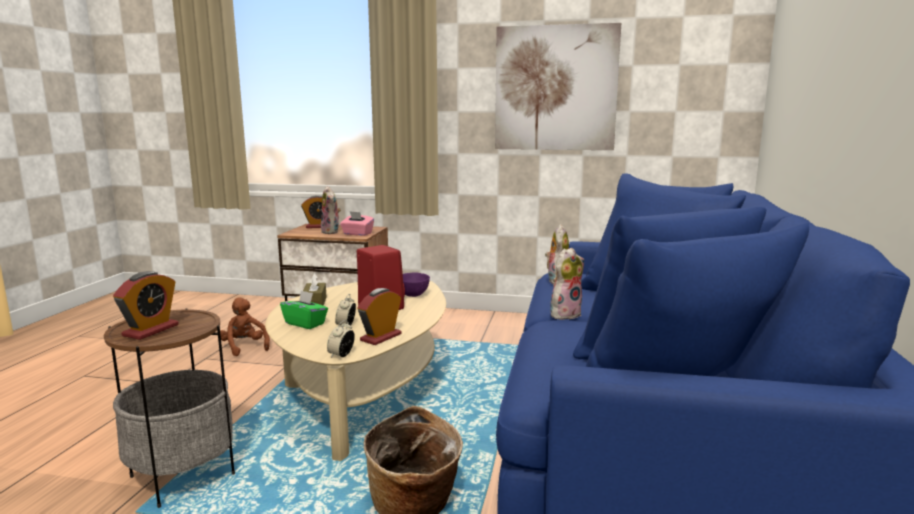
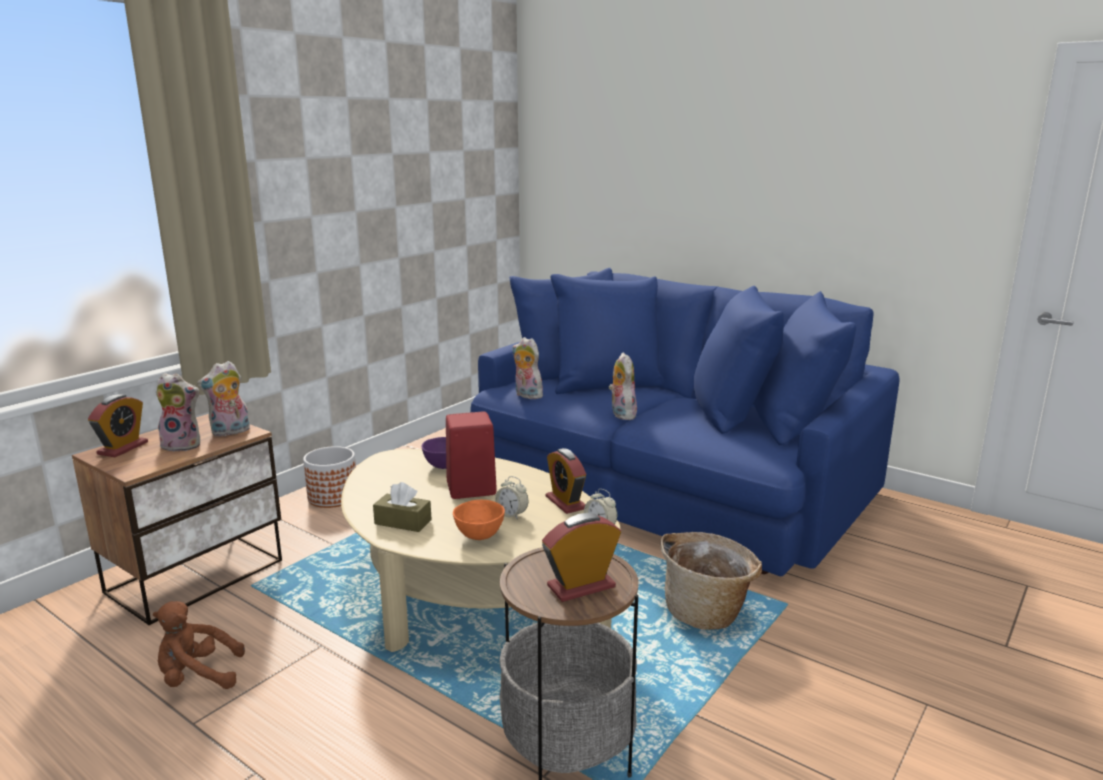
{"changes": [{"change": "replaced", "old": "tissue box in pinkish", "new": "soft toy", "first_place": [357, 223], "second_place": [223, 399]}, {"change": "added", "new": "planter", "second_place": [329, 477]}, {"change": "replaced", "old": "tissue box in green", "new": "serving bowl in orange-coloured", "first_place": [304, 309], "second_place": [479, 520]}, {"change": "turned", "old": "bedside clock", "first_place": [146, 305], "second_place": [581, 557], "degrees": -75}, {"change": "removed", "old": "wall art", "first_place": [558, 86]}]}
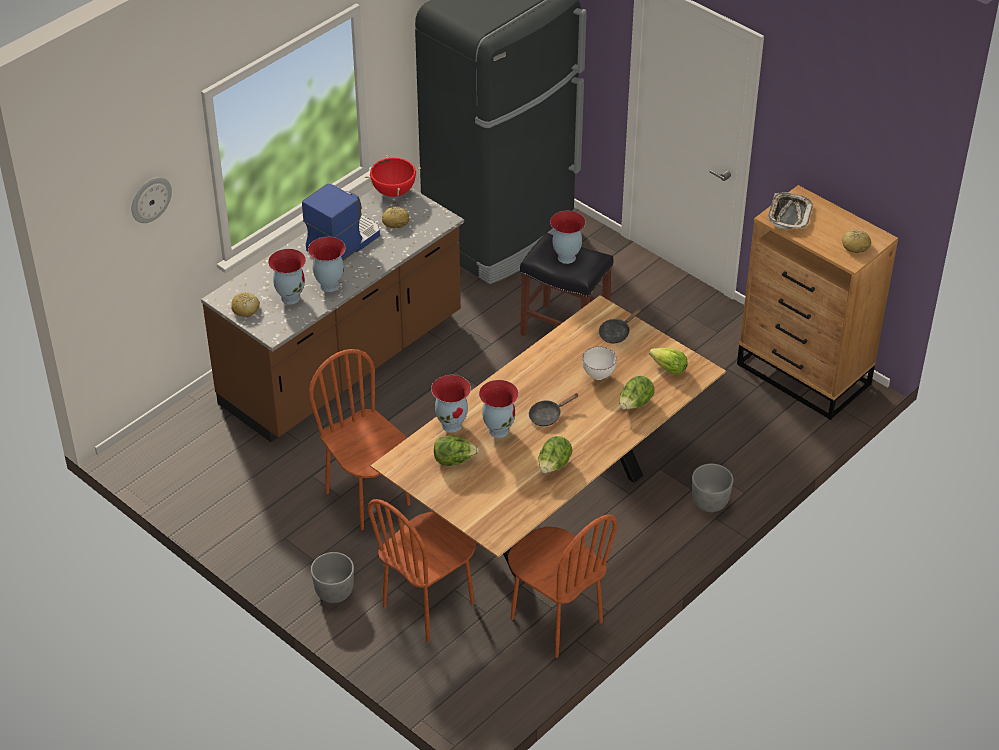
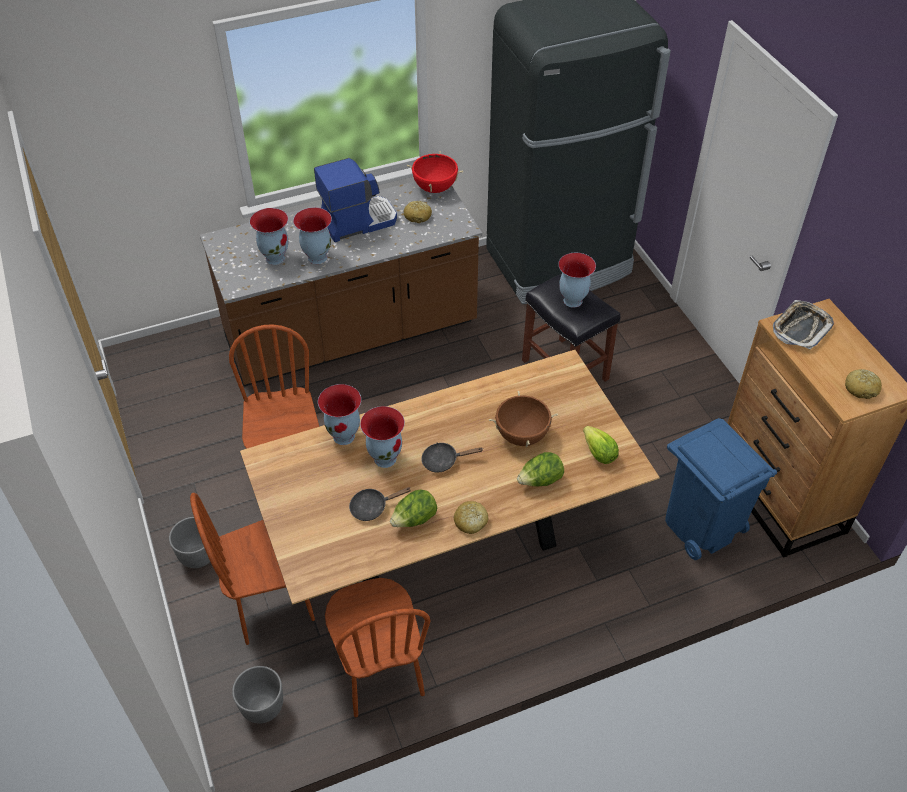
{"changes": [{"change": "moved", "old": "planter in grey", "first_place": [712, 488], "second_place": [257, 695]}, {"change": "moved", "old": "pan in blackish", "first_place": [620, 325], "second_place": [380, 504]}, {"change": "moved", "old": "baked bread", "first_place": [245, 304], "second_place": [471, 517]}, {"change": "replaced", "old": "serving bowl in white-coloured", "new": "saucepot in brown-coloured", "first_place": [599, 363], "second_place": [523, 419]}, {"change": "added", "new": "rubbish bin in blue-coloured", "second_place": [721, 489]}, {"change": "removed", "old": "clock on the wall", "first_place": [151, 200]}, {"change": "removed", "old": "lettuce head", "first_place": [456, 450]}]}
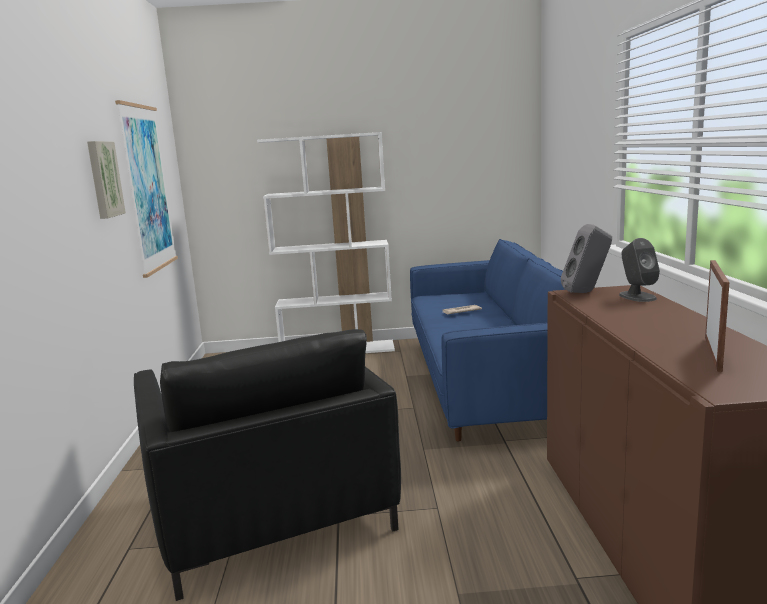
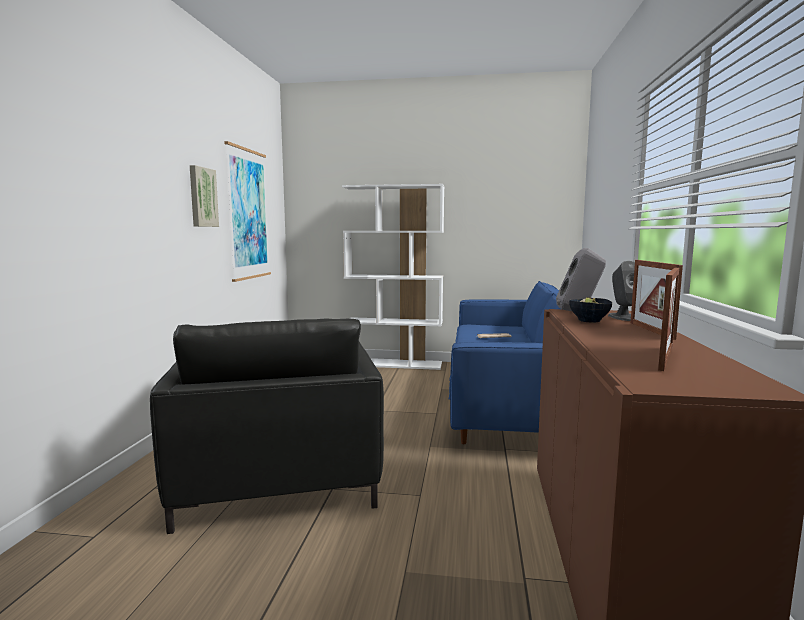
{"changes": [{"change": "added", "new": "serving bowl", "second_place": [590, 310]}, {"change": "added", "new": "standing frame", "second_place": [656, 300]}]}
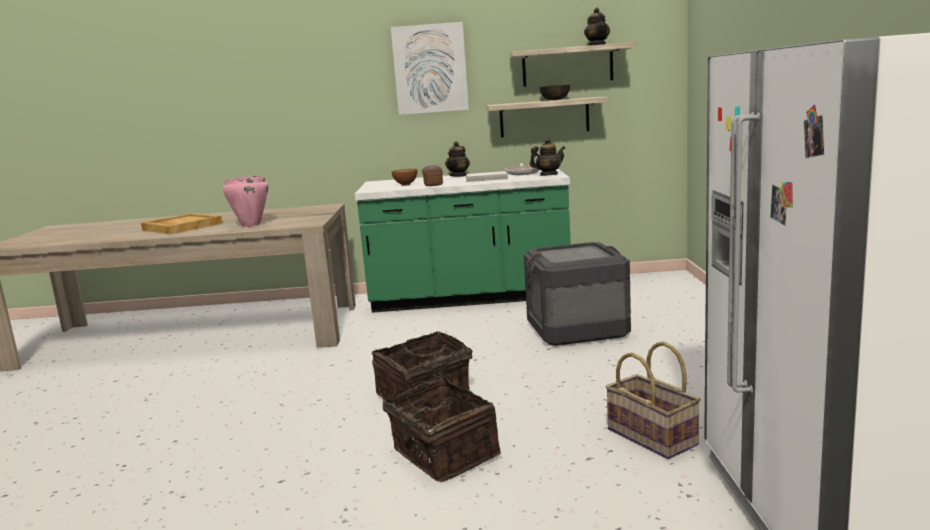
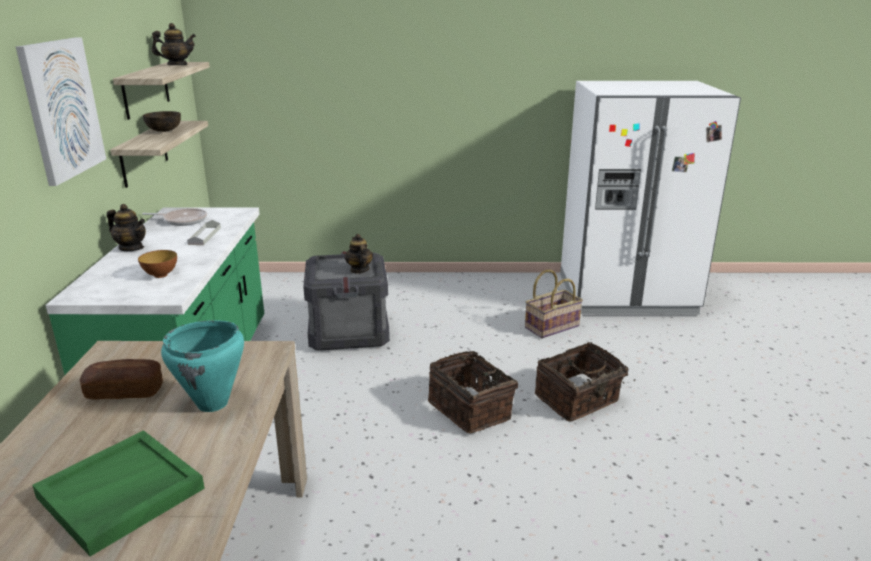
{"changes": [{"change": "recoloured", "old": "tray in sand-coloured", "new": "tray in green", "first_place": [181, 223], "second_place": [118, 493]}, {"change": "moved", "old": "baked bread", "first_place": [432, 175], "second_place": [121, 379]}, {"change": "recoloured", "old": "saucepot in pinkish", "new": "saucepot in turquoise-coloured", "first_place": [245, 201], "second_place": [202, 366]}, {"change": "moved", "old": "tea pot", "first_place": [547, 157], "second_place": [359, 254]}]}
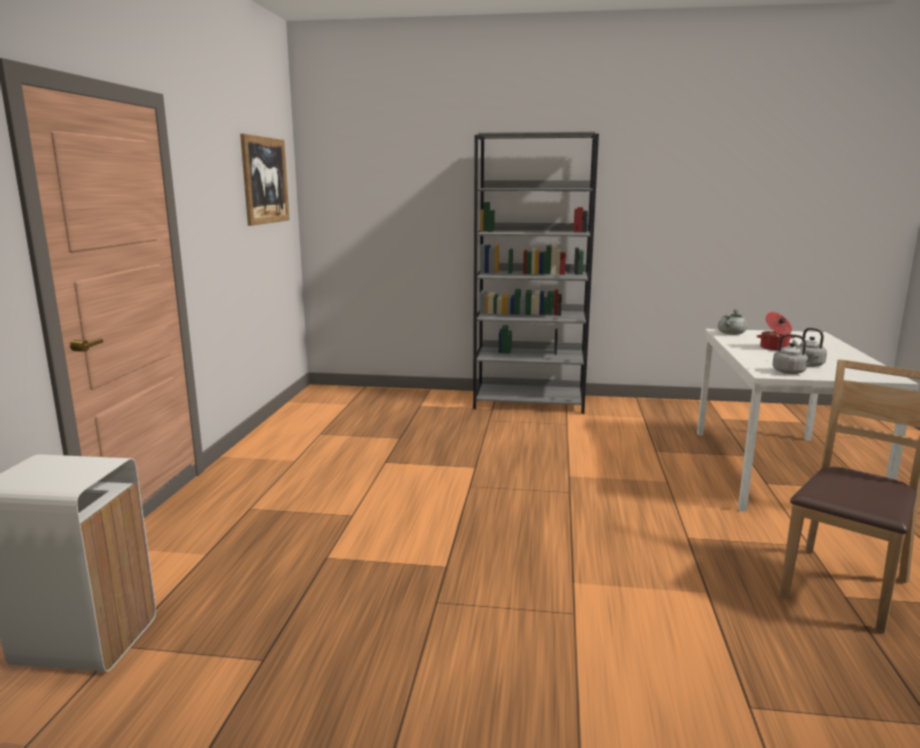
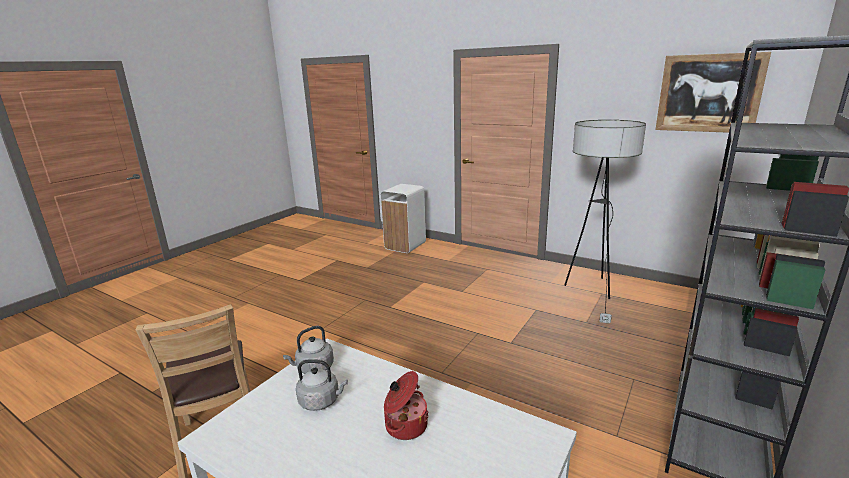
{"changes": [{"change": "added", "new": "standard lamp", "second_place": [605, 221]}, {"change": "removed", "old": "saucepot in grey", "first_place": [732, 322]}]}
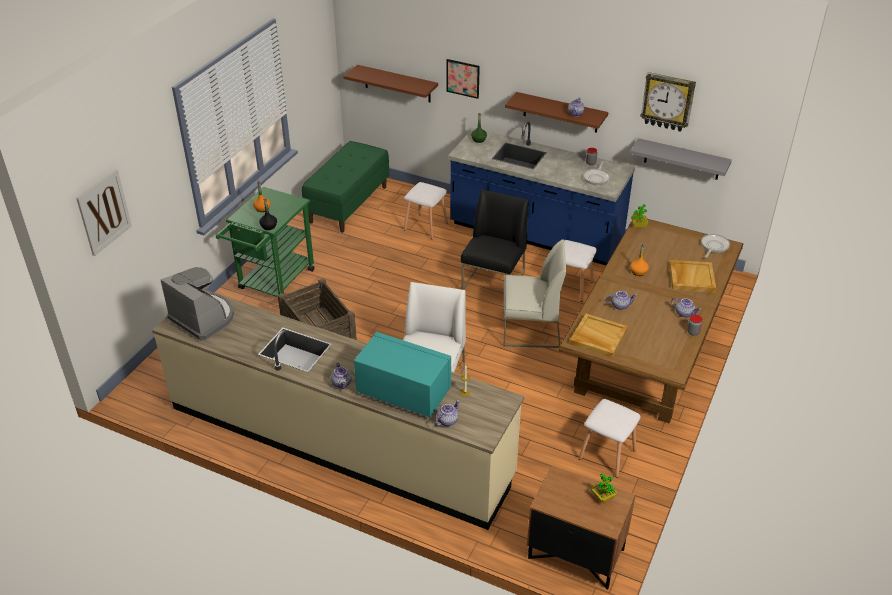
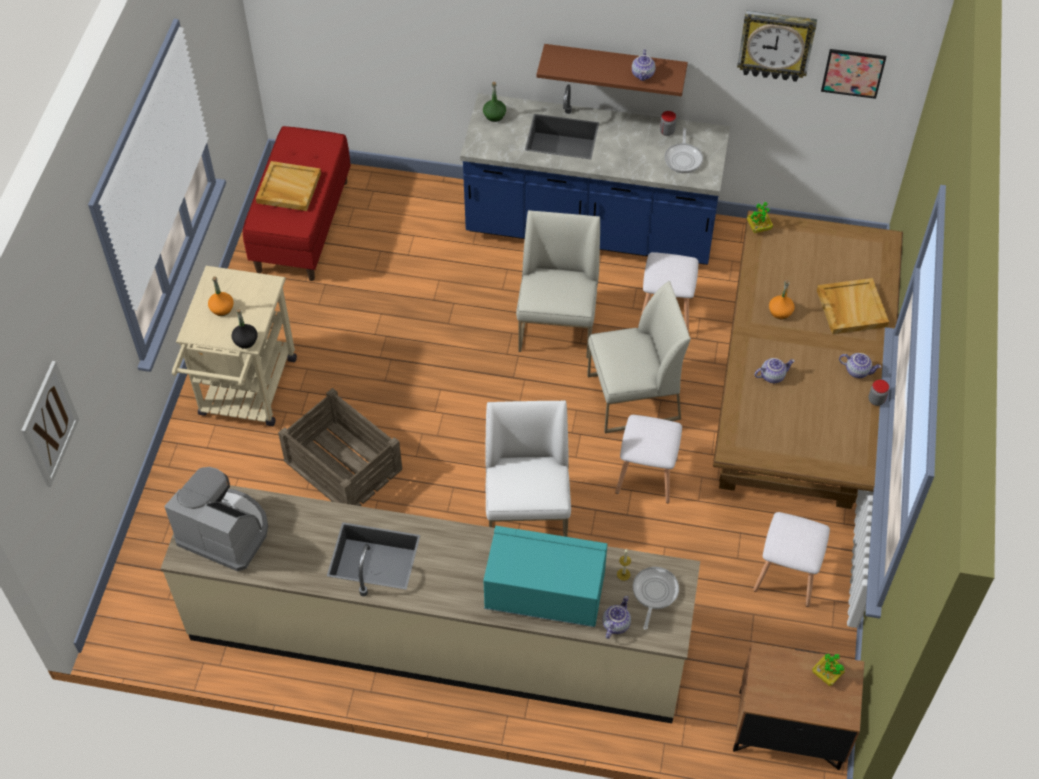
{"changes": [{"change": "recoloured", "old": "trolley in green", "new": "trolley in sand-coloured", "first_place": [265, 242], "second_place": [234, 346]}, {"change": "recoloured", "old": "bench in green", "new": "bench in red-coloured", "first_place": [345, 187], "second_place": [297, 203]}, {"change": "moved", "old": "tray in sand-coloured", "first_place": [599, 335], "second_place": [288, 186]}, {"change": "recoloured", "old": "chair in blackish", "new": "chair in white-coloured", "first_place": [495, 239], "second_place": [558, 284]}, {"change": "moved", "old": "stool in white-coloured", "first_place": [426, 210], "second_place": [648, 459]}, {"change": "moved", "old": "pan", "first_place": [715, 246], "second_place": [656, 598]}, {"change": "moved", "old": "wall art", "first_place": [463, 79], "second_place": [853, 74]}, {"change": "removed", "old": "tea pot", "first_place": [341, 375]}, {"change": "removed", "old": "shelf in brown-coloured", "first_place": [390, 83]}, {"change": "removed", "old": "shelf in grey", "first_place": [681, 159]}]}
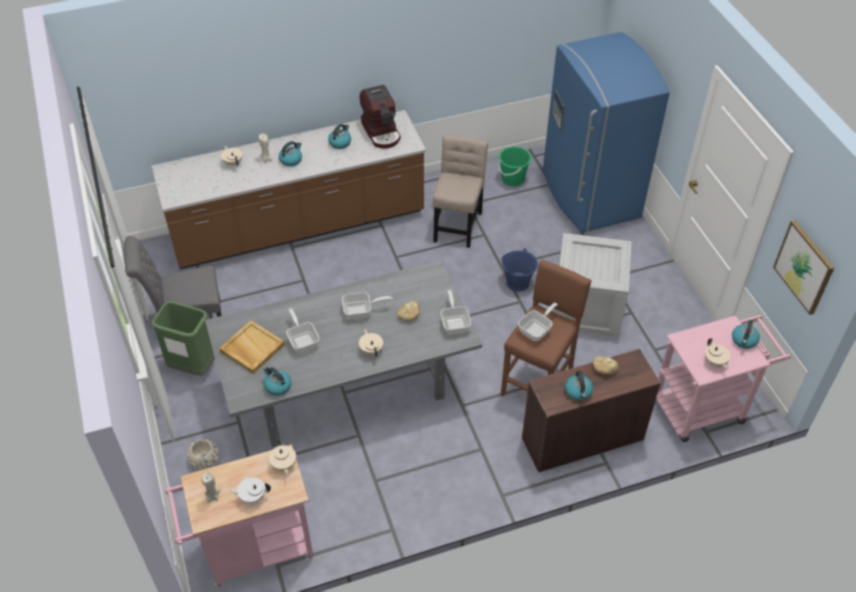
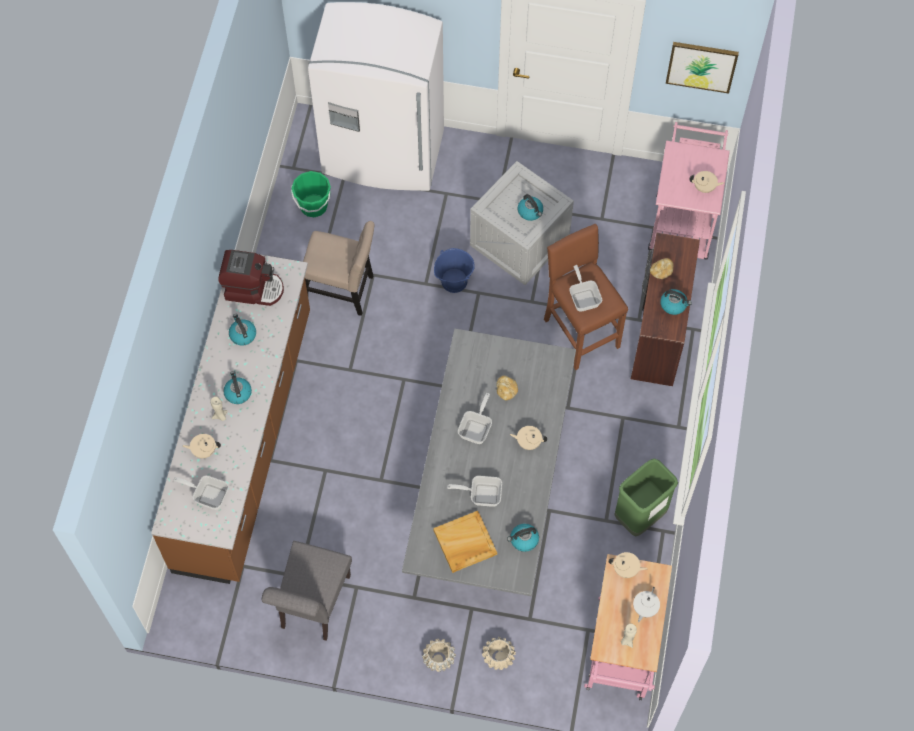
{"changes": [{"change": "moved", "old": "pan", "first_place": [456, 312], "second_place": [201, 493]}, {"change": "turned", "old": "chair in sand-coloured", "first_place": [460, 191], "second_place": [339, 268], "degrees": 150}, {"change": "recoloured", "old": "kitchen fridge in blue-coloured", "new": "kitchen fridge in white-coloured", "first_place": [606, 132], "second_place": [376, 96]}, {"change": "added", "new": "planter in sand-coloured", "second_place": [439, 655]}, {"change": "moved", "old": "kettle", "first_place": [746, 334], "second_place": [530, 207]}, {"change": "moved", "old": "rubbish bin in green", "first_place": [183, 338], "second_place": [646, 497]}]}
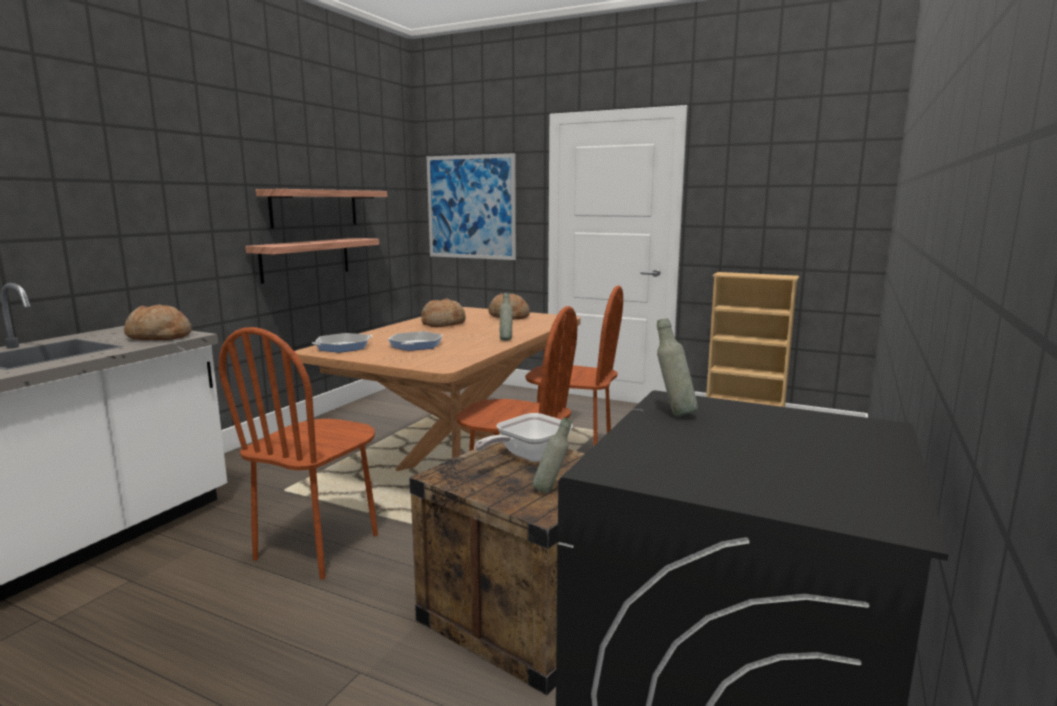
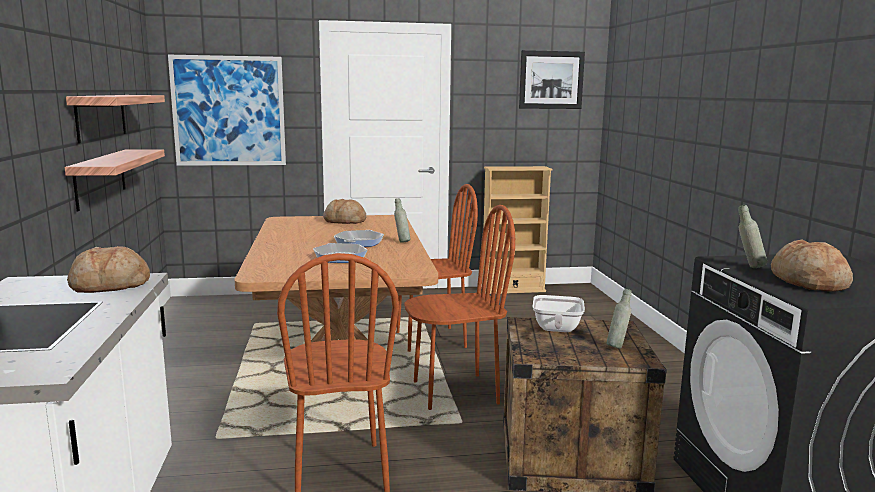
{"changes": [{"change": "moved", "old": "pan", "first_place": [342, 343], "second_place": [359, 238]}, {"change": "added", "new": "wall art", "second_place": [552, 79]}, {"change": "moved", "old": "baked bread", "first_place": [443, 313], "second_place": [812, 265]}]}
